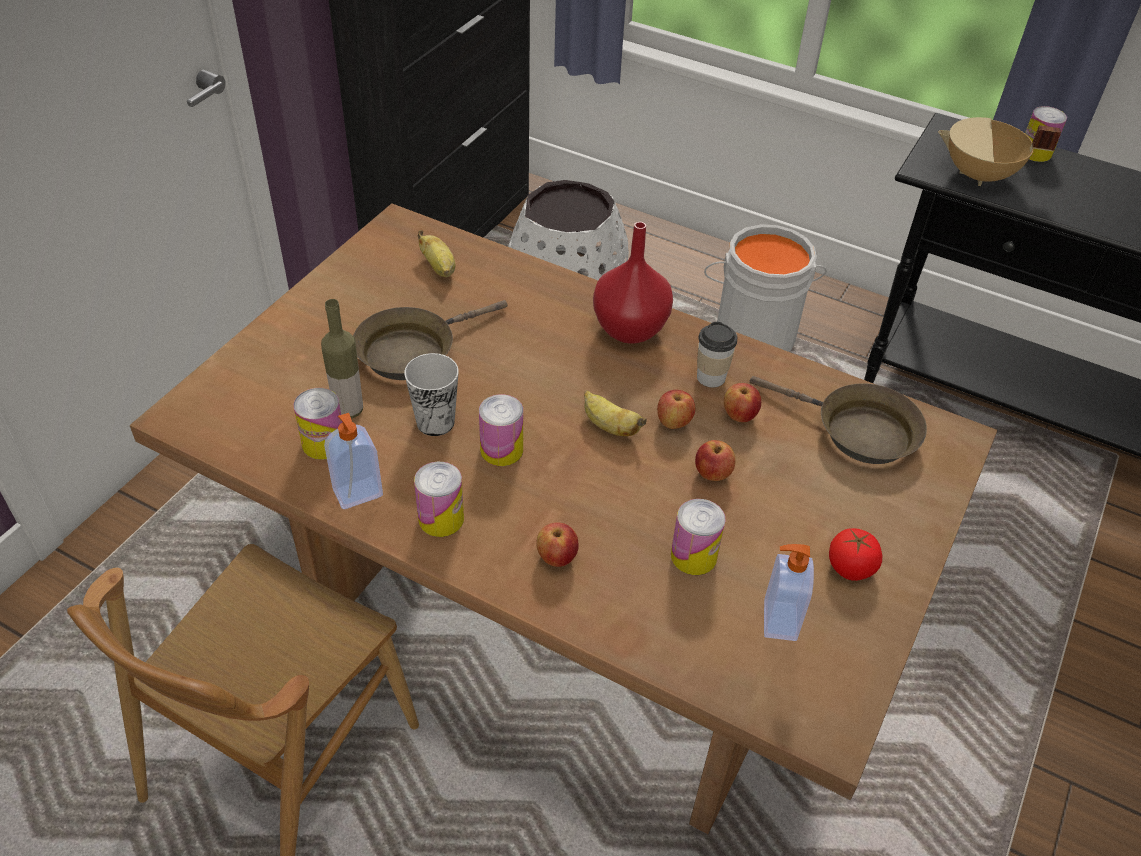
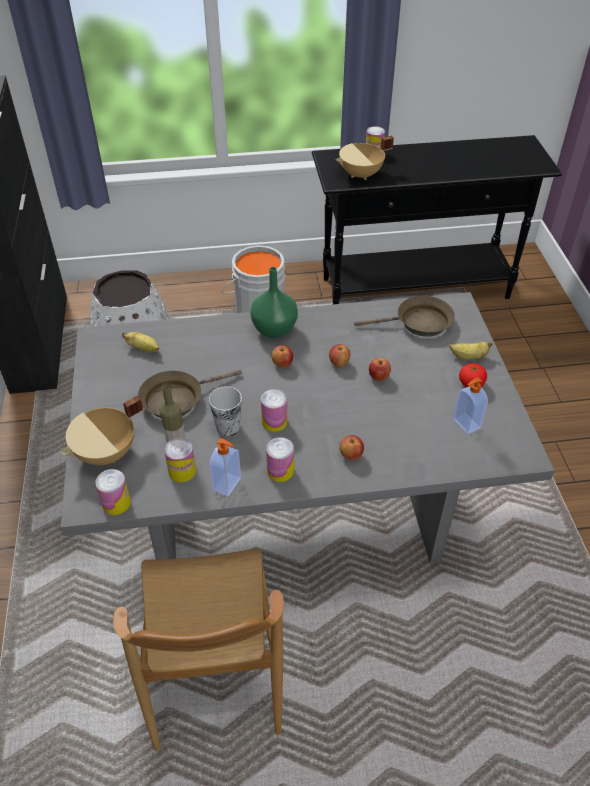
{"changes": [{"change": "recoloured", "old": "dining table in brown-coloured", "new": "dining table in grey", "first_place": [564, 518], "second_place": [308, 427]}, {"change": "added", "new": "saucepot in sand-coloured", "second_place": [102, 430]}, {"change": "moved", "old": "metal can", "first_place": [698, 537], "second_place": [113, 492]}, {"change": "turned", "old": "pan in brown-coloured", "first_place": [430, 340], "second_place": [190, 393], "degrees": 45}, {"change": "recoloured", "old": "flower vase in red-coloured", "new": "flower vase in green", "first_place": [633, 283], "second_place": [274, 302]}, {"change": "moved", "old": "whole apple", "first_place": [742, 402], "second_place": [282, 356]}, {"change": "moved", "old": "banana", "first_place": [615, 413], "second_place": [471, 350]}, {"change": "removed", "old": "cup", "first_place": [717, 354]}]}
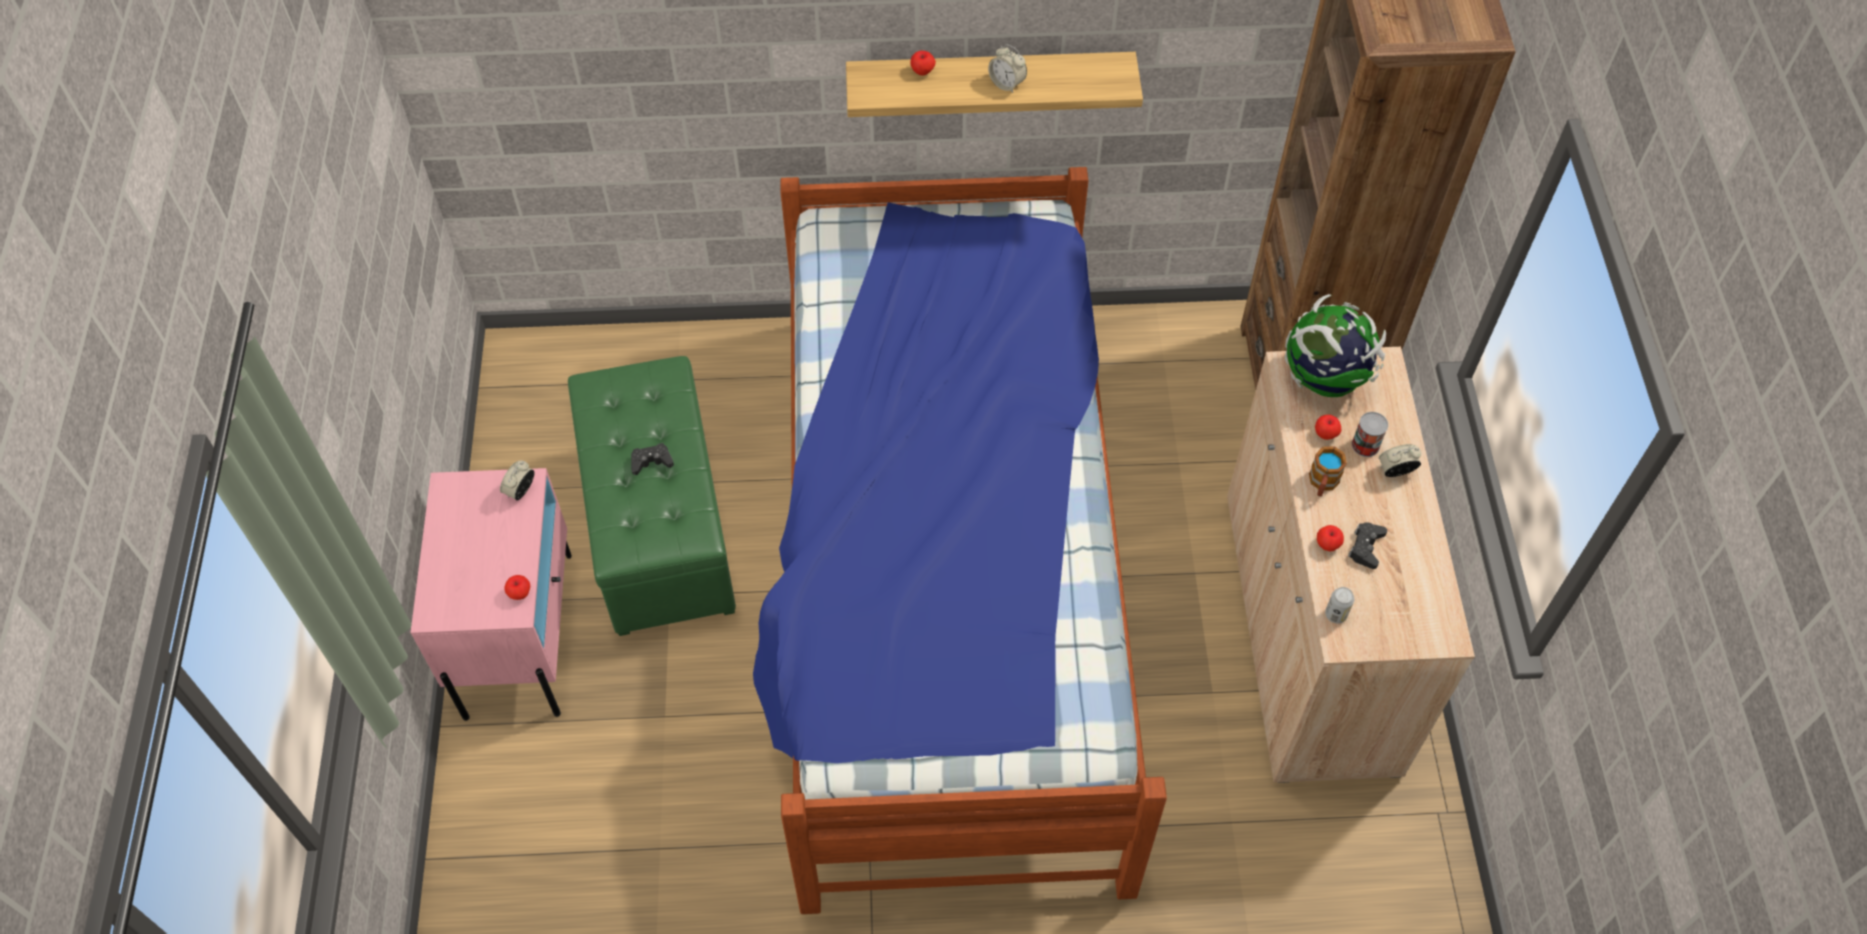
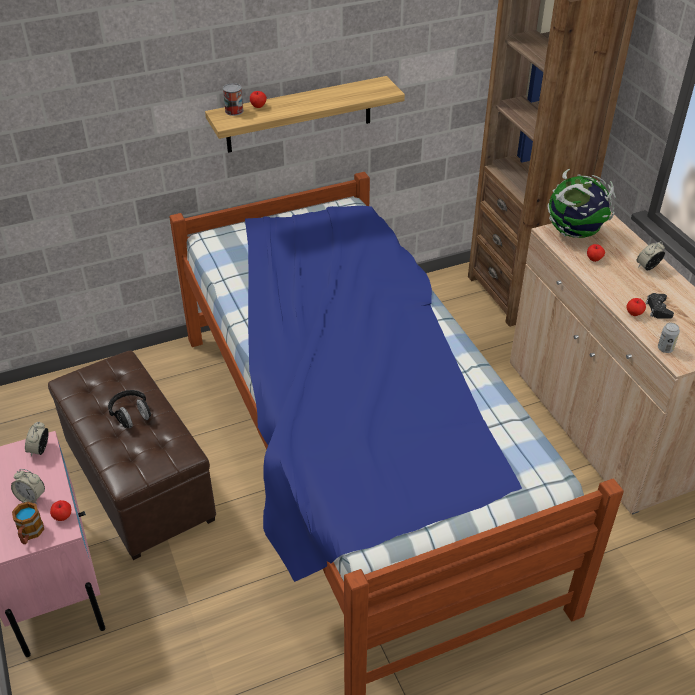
{"changes": [{"change": "moved", "old": "bedside clock", "first_place": [1007, 68], "second_place": [28, 486]}, {"change": "moved", "old": "mug", "first_place": [1328, 471], "second_place": [28, 523]}, {"change": "recoloured", "old": "pouffe in green", "new": "pouffe in brown-coloured", "first_place": [652, 496], "second_place": [132, 455]}, {"change": "replaced", "old": "game controller in blackish", "new": "pair of headphones in blackish", "first_place": [652, 459], "second_place": [129, 409]}, {"change": "moved", "old": "metal can", "first_place": [1370, 434], "second_place": [233, 99]}]}
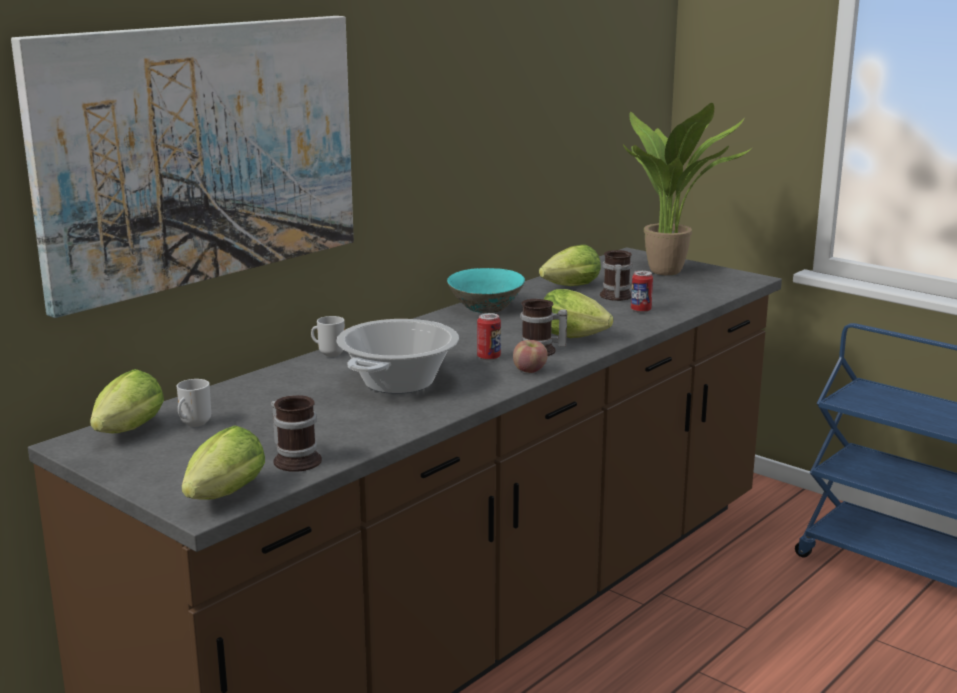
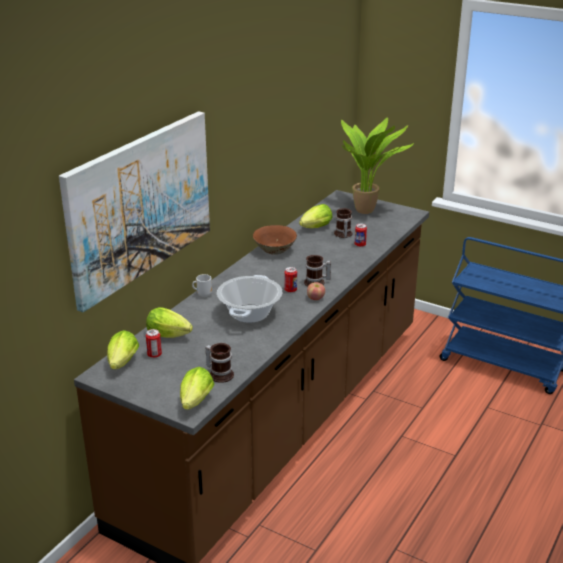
{"changes": [{"change": "moved", "old": "lettuce head", "first_place": [578, 313], "second_place": [169, 322]}, {"change": "replaced", "old": "mug", "new": "metal can", "first_place": [194, 403], "second_place": [154, 343]}, {"change": "recoloured", "old": "serving bowl in turquoise-coloured", "new": "serving bowl in brown-coloured", "first_place": [486, 290], "second_place": [275, 240]}]}
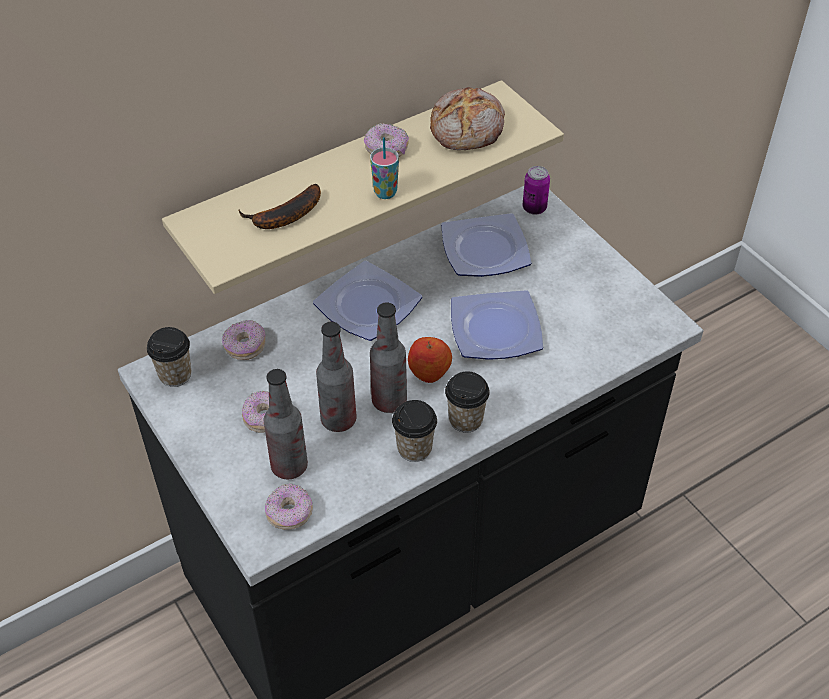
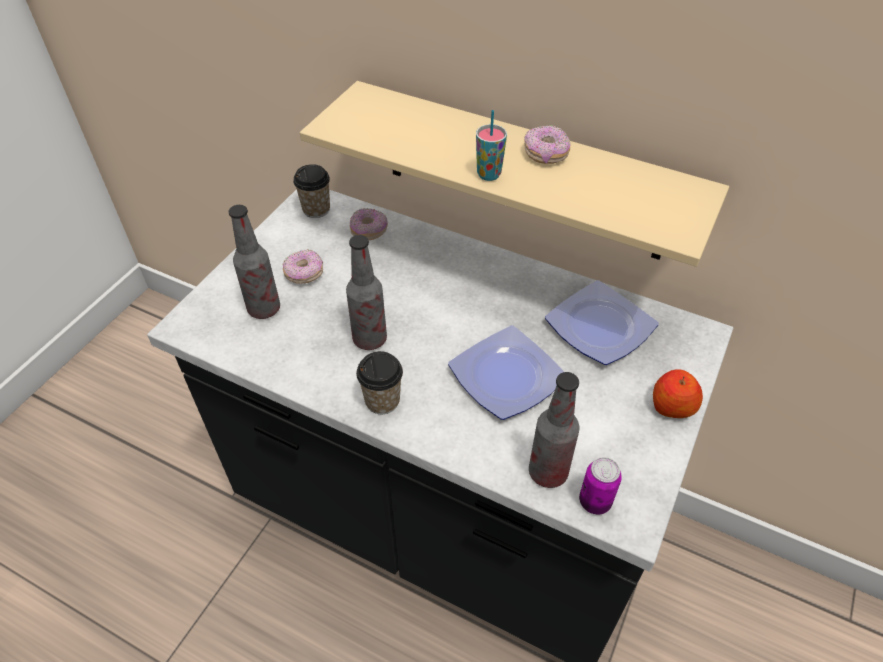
{"changes": [{"change": "moved", "old": "beverage bottle", "first_place": [336, 377], "second_place": [554, 430]}, {"change": "moved", "old": "metal can", "first_place": [536, 190], "second_place": [600, 486]}, {"change": "moved", "old": "whole apple", "first_place": [430, 360], "second_place": [678, 393]}, {"change": "removed", "old": "banana", "first_place": [280, 206]}, {"change": "removed", "old": "donut", "first_place": [289, 506]}, {"change": "removed", "old": "flat dish", "first_place": [367, 301]}, {"change": "removed", "old": "cup", "first_place": [414, 431]}, {"change": "removed", "old": "baked bread", "first_place": [467, 118]}]}
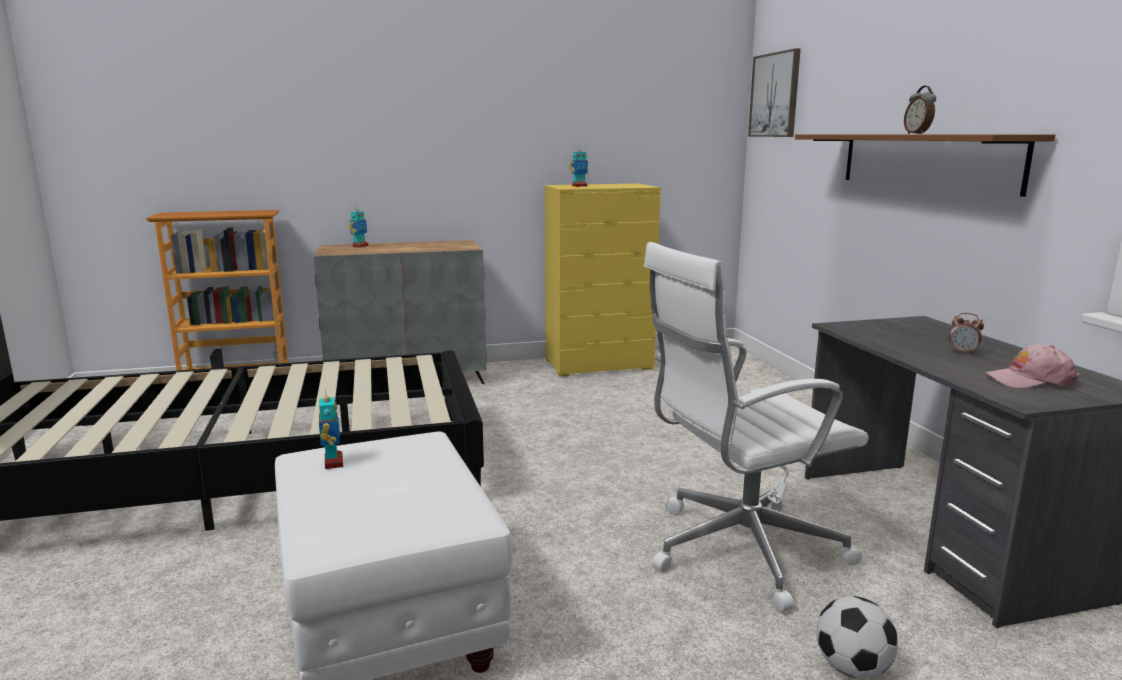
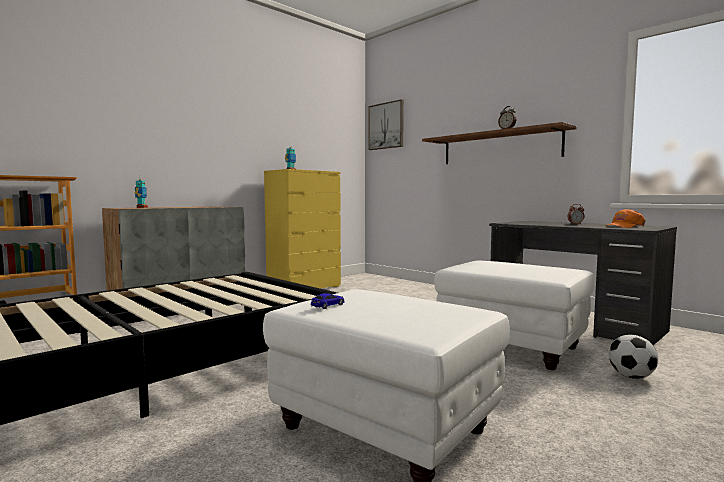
{"changes": [{"change": "replaced", "old": "model robot", "new": "toy car", "first_place": [331, 429], "second_place": [327, 301]}, {"change": "replaced", "old": "computer chair in white-coloured", "new": "pouffe in white-coloured", "first_place": [756, 427], "second_place": [514, 315]}, {"change": "recoloured", "old": "peaked cap in pinkish", "new": "peaked cap in orange-coloured", "first_place": [1032, 366], "second_place": [626, 218]}]}
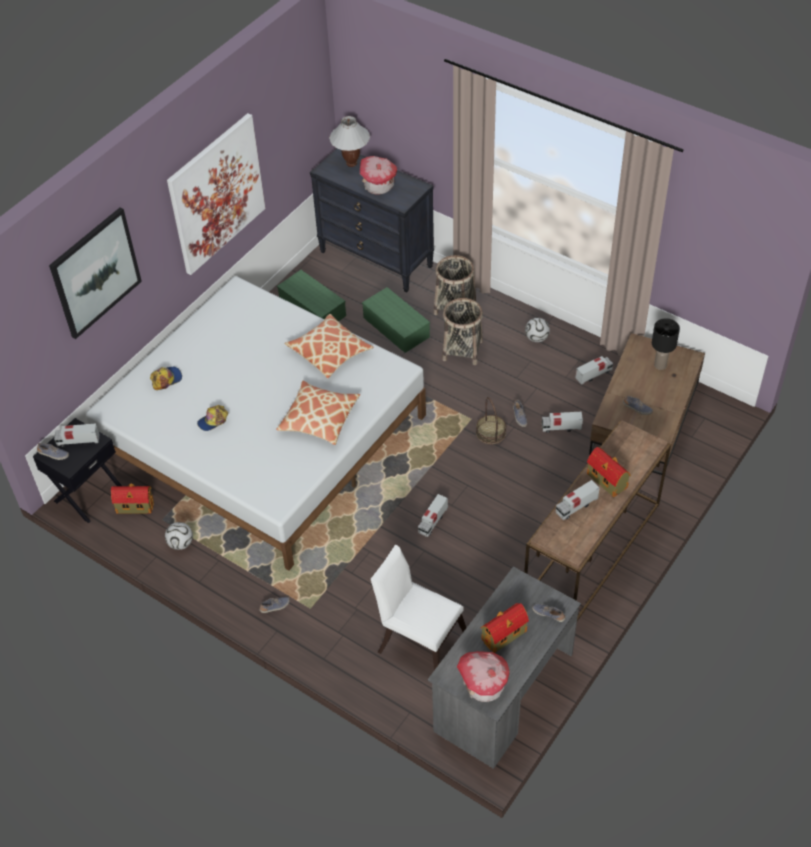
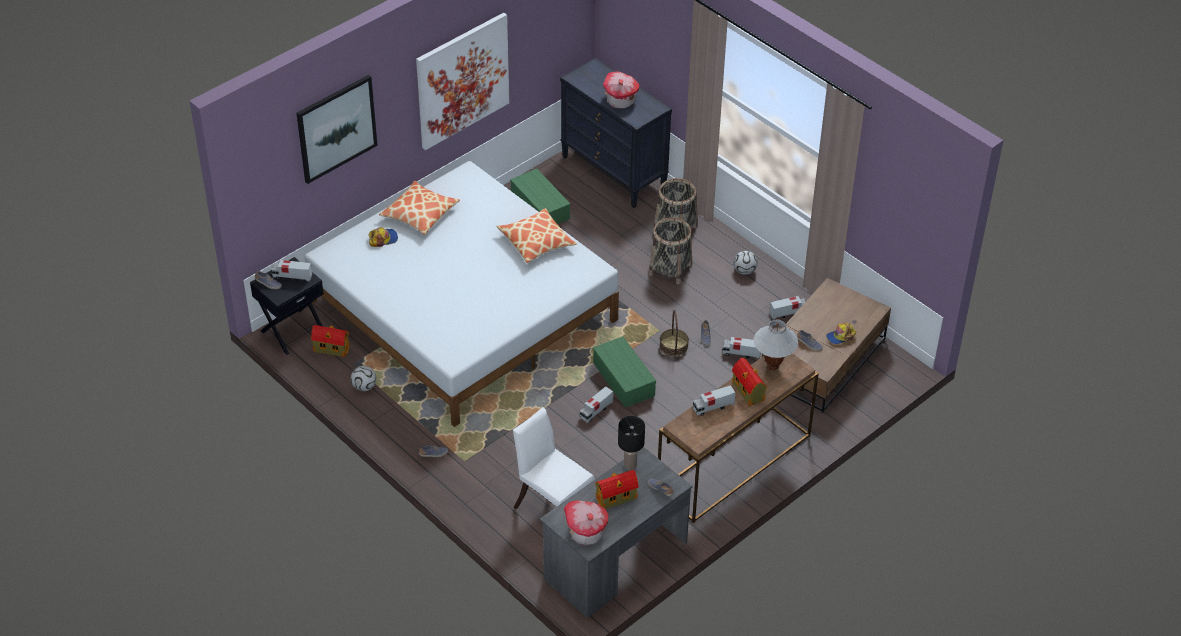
{"changes": [{"change": "moved", "old": "cushion", "first_place": [318, 413], "second_place": [419, 208]}, {"change": "moved", "old": "storage container in green", "first_place": [396, 320], "second_place": [624, 372]}, {"change": "moved", "old": "tabletop lamp in blackish", "first_place": [666, 344], "second_place": [631, 443]}, {"change": "moved", "old": "tabletop lamp in white-coloured", "first_place": [349, 141], "second_place": [775, 345]}, {"change": "moved", "old": "peaked cap", "first_place": [212, 418], "second_place": [841, 333]}]}
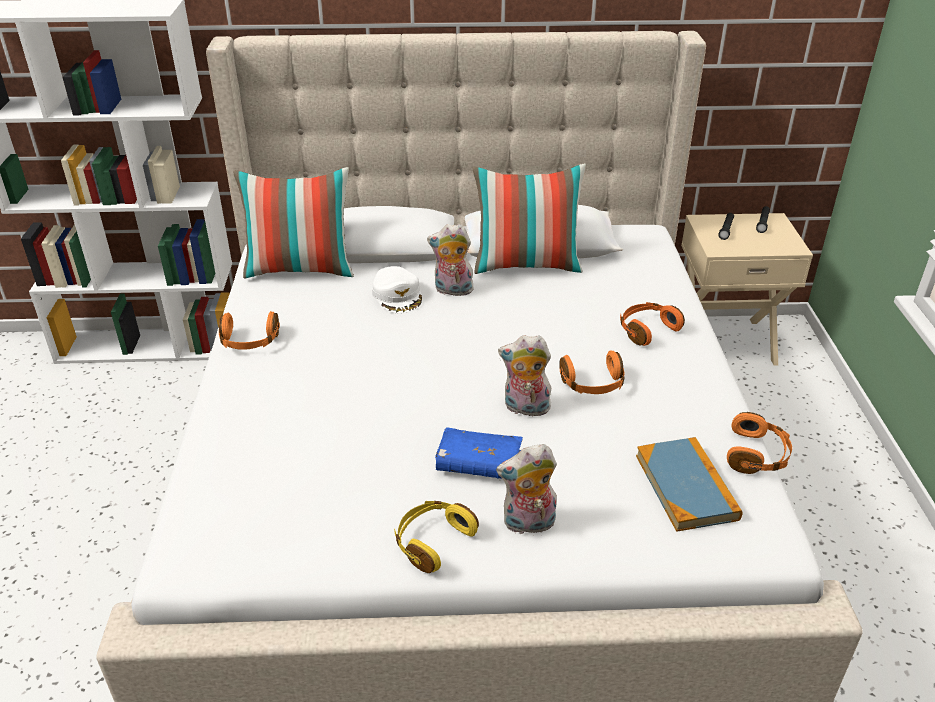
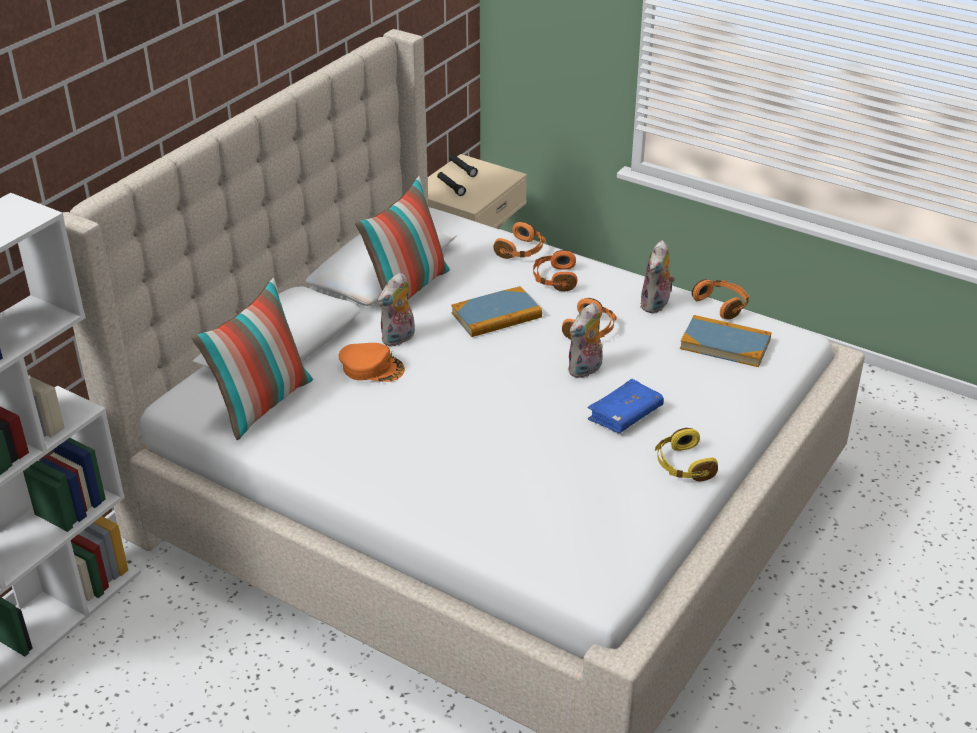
{"changes": [{"change": "recoloured", "old": "peaked cap in white-coloured", "new": "peaked cap in orange-coloured", "first_place": [397, 289], "second_place": [372, 362]}, {"change": "added", "new": "book", "second_place": [496, 311]}, {"change": "moved", "old": "pair of headphones in orange-coloured", "first_place": [249, 330], "second_place": [520, 240]}, {"change": "moved", "old": "soft toy", "first_place": [526, 489], "second_place": [657, 276]}]}
